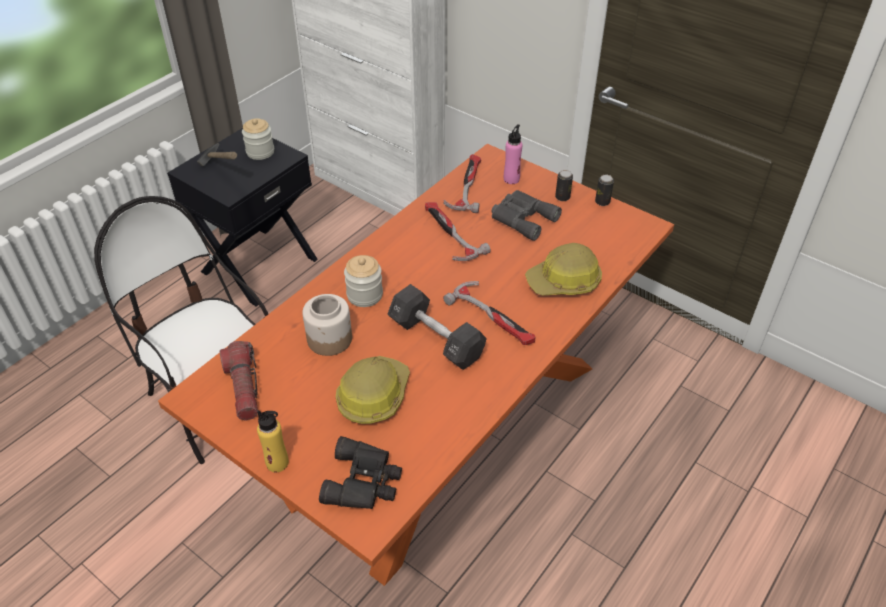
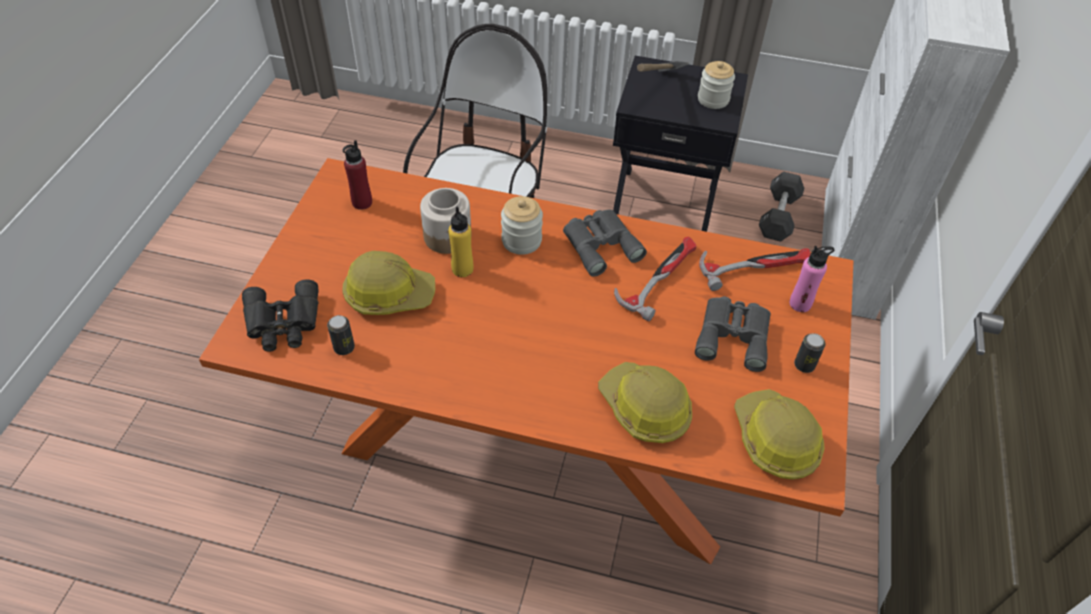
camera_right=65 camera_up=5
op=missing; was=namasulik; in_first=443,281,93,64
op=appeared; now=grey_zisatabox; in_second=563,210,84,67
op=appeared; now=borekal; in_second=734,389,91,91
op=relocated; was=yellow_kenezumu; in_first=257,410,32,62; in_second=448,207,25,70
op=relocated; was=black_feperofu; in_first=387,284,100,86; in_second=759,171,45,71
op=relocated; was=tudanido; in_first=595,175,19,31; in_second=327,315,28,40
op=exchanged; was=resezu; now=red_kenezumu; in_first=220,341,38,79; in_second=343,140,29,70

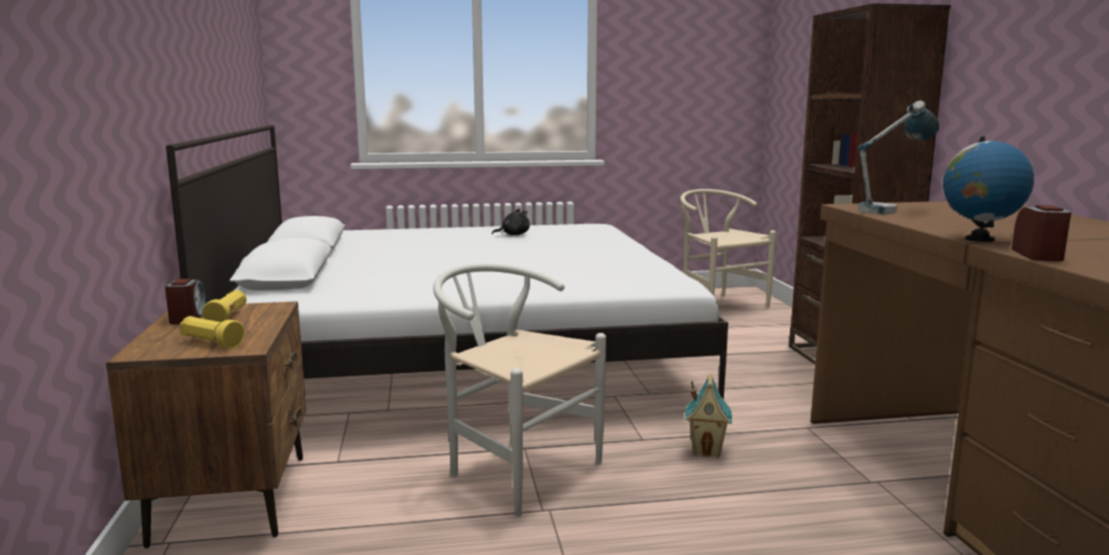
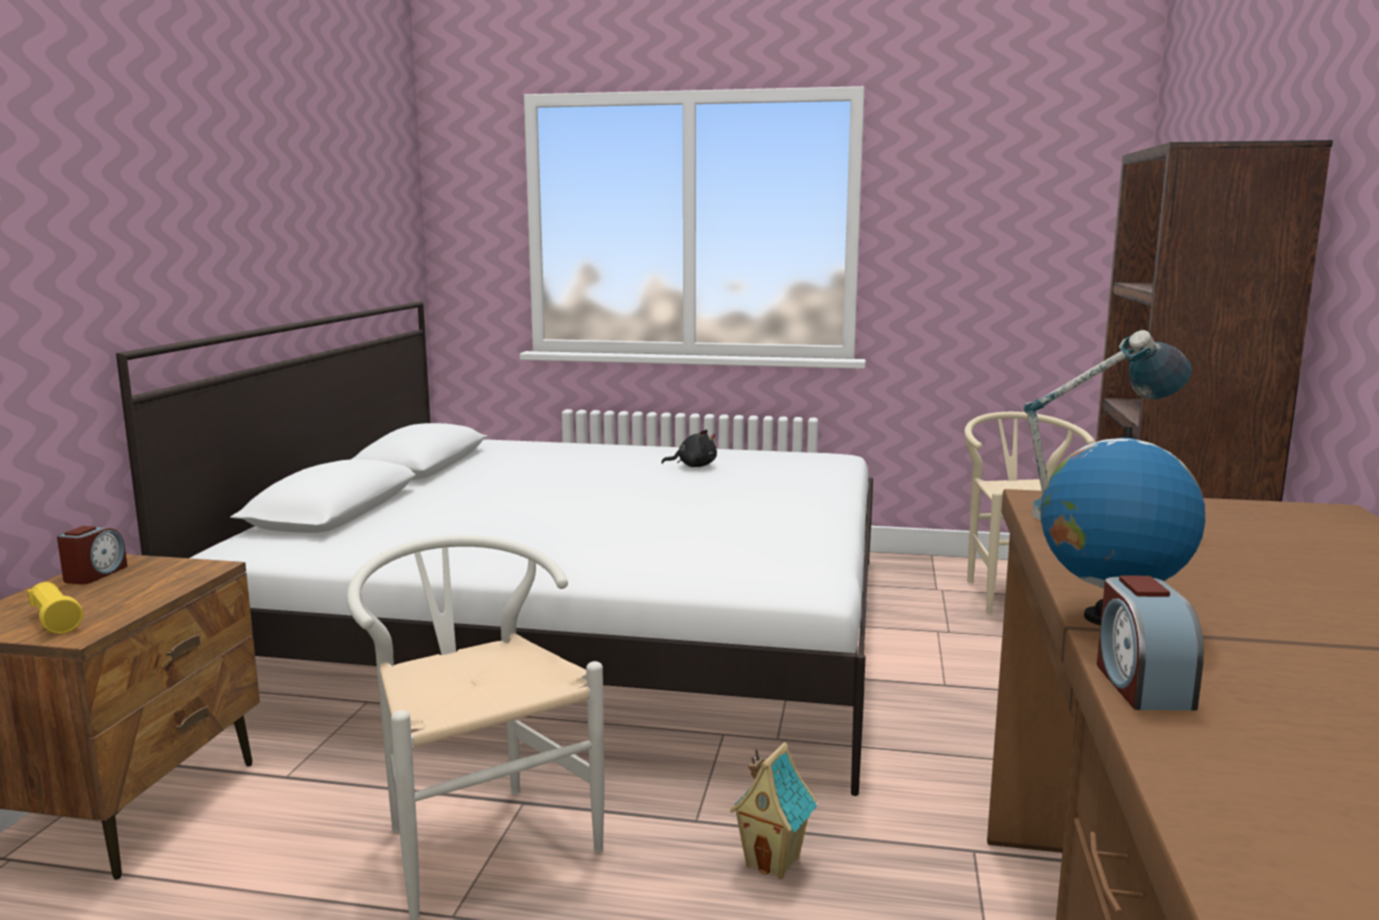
camera_right=20 camera_up=0
op=missing; was=yellow_resezu; in_first=202,290,44,32
op=spun; was=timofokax; in_first=1012,205,59,56; in_second=1097,575,107,136; clockwise=150

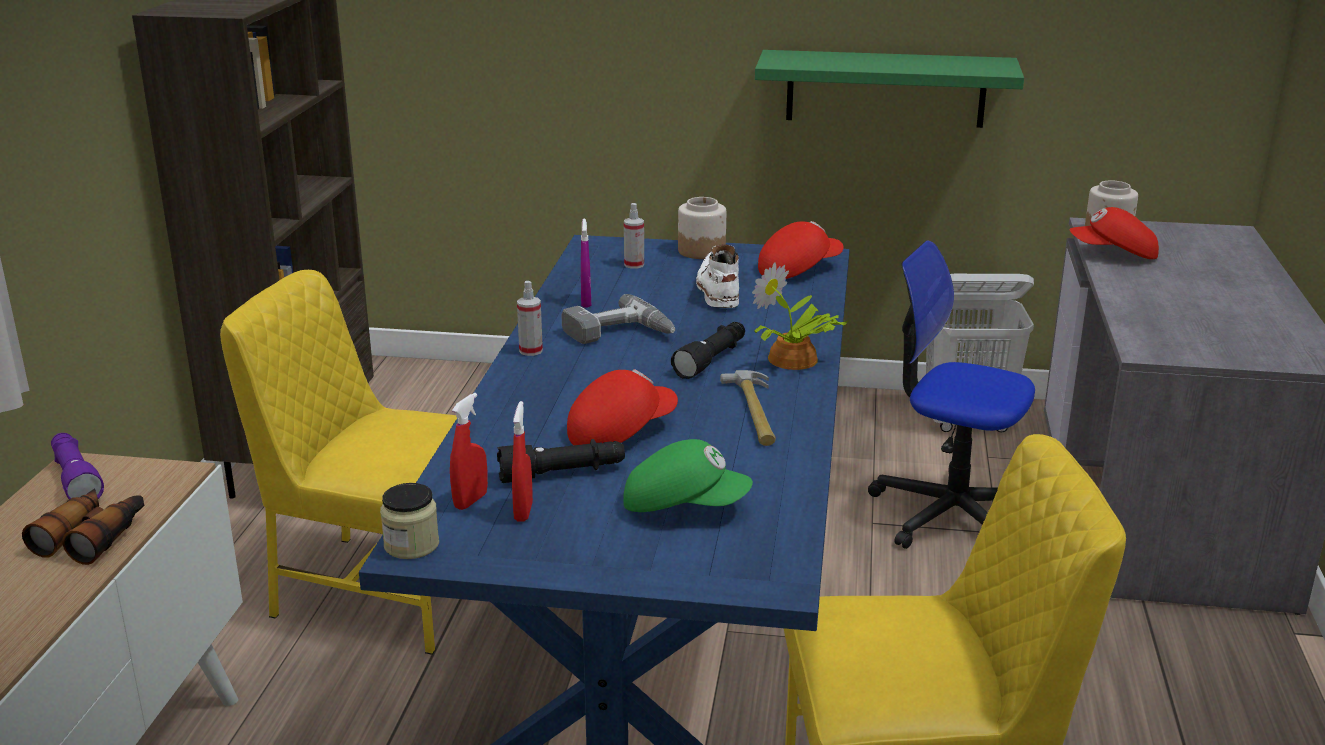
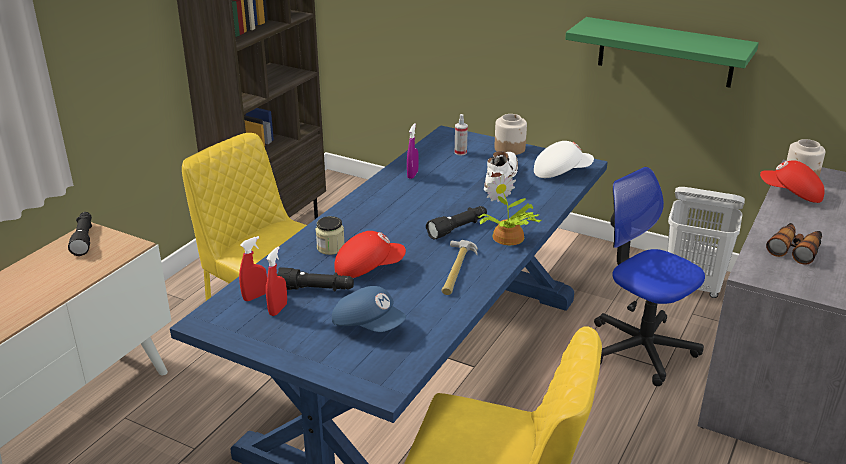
camera_right=20 camera_up=5
op=missing; was=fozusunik; in_first=517,281,26,75
op=missing; was=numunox; in_first=561,294,114,50
op=relocated; was=zisatabox; in_first=22,488,122,77; in_second=766,223,56,42
op=relocated; was=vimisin; in_first=380,483,59,76; in_second=316,216,28,39
op=colour; was=purple_resezu; now=black_resezu; in_first=51,433,53,66; in_second=68,212,24,44
op=colour; was=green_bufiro; now=blue_bufiro; in_first=623,439,130,73; in_second=332,286,74,46
op=colour; was=red_bufiro; now=white_bufiro; in_first=758,221,86,58; in_second=534,141,60,37

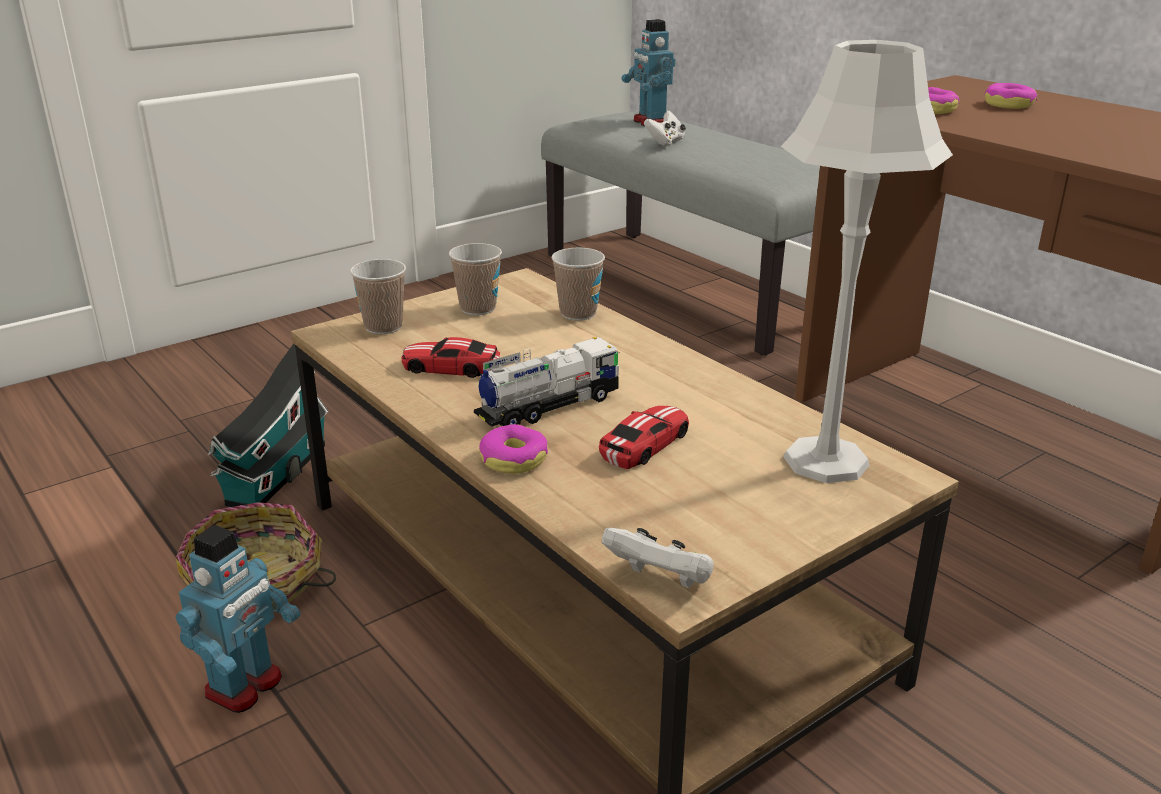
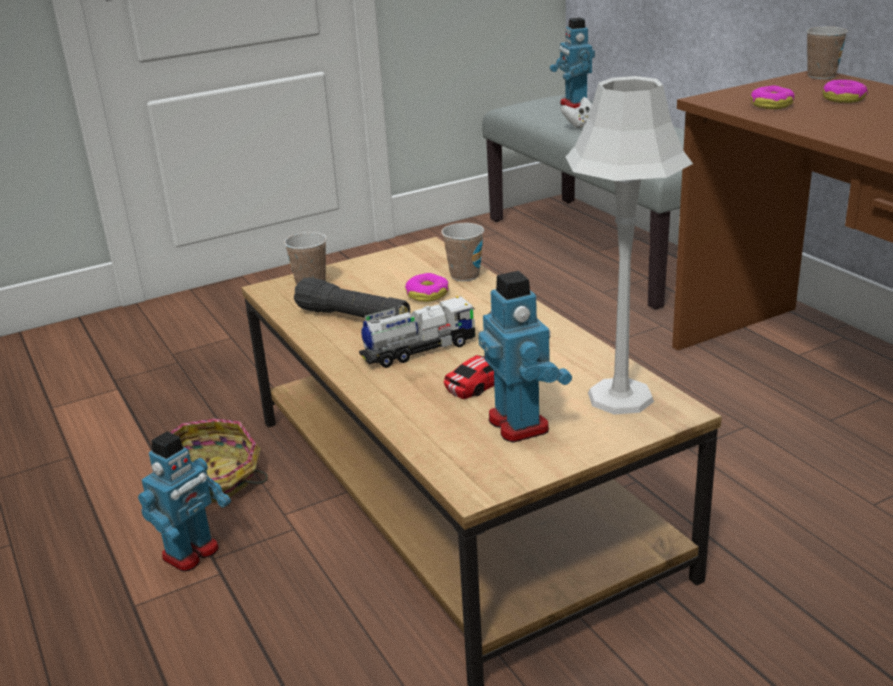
camera_right=10 camera_up=0
op=missing; was=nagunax; in_first=207,344,122,163
op=missing; was=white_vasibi; in_first=602,528,112,61
op=appeared; now=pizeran; in_second=479,271,93,172
op=relocated; was=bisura; in_first=449,243,53,72; in_second=806,26,42,53
op=relocated; was=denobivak; in_first=479,424,69,50; in_second=405,273,44,29
op=exchanged; was=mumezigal; now=black_resezu; in_first=401,337,99,41; in_second=294,277,116,43

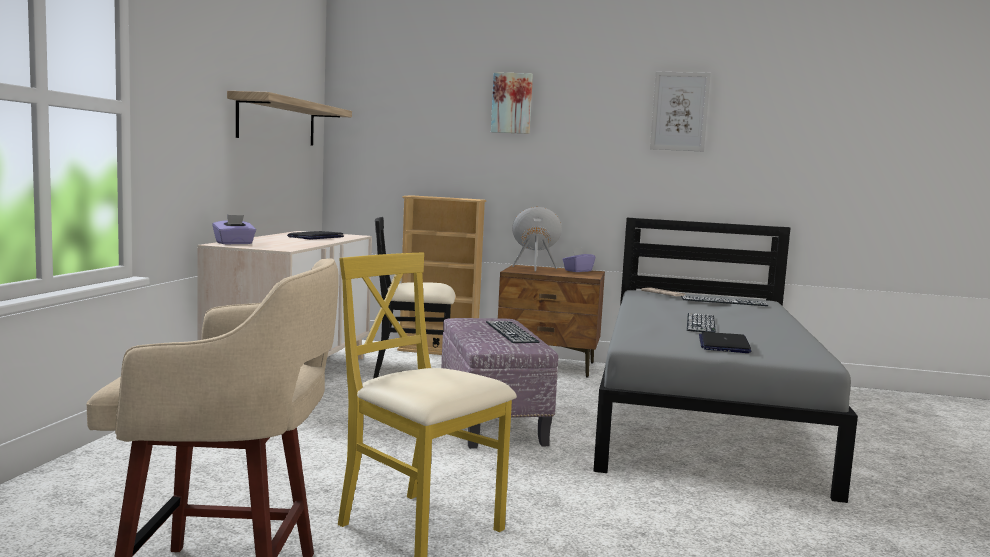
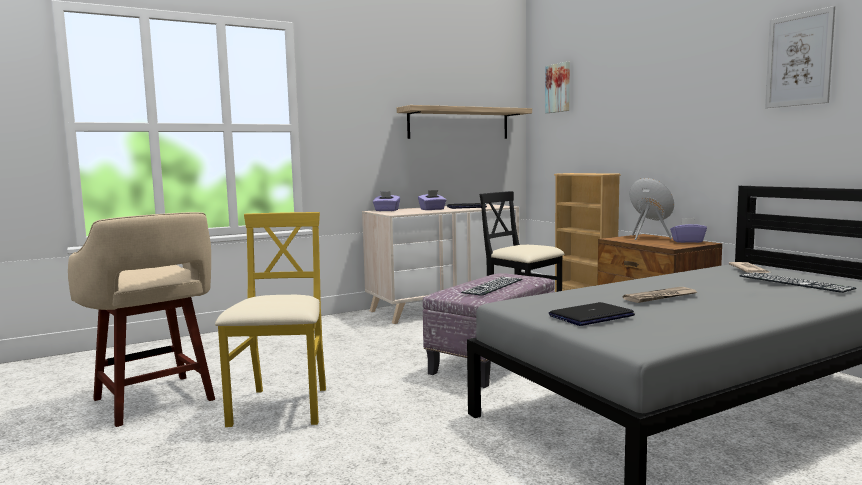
camera_right=50 camera_up=0
op=appeared; now=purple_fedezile; in_second=418,190,28,20
op=relocated; was=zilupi; in_first=491,72,42,62; in_second=545,62,25,51
op=exchanged; was=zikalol; now=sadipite; in_first=687,313,29,20; in_second=623,287,74,16

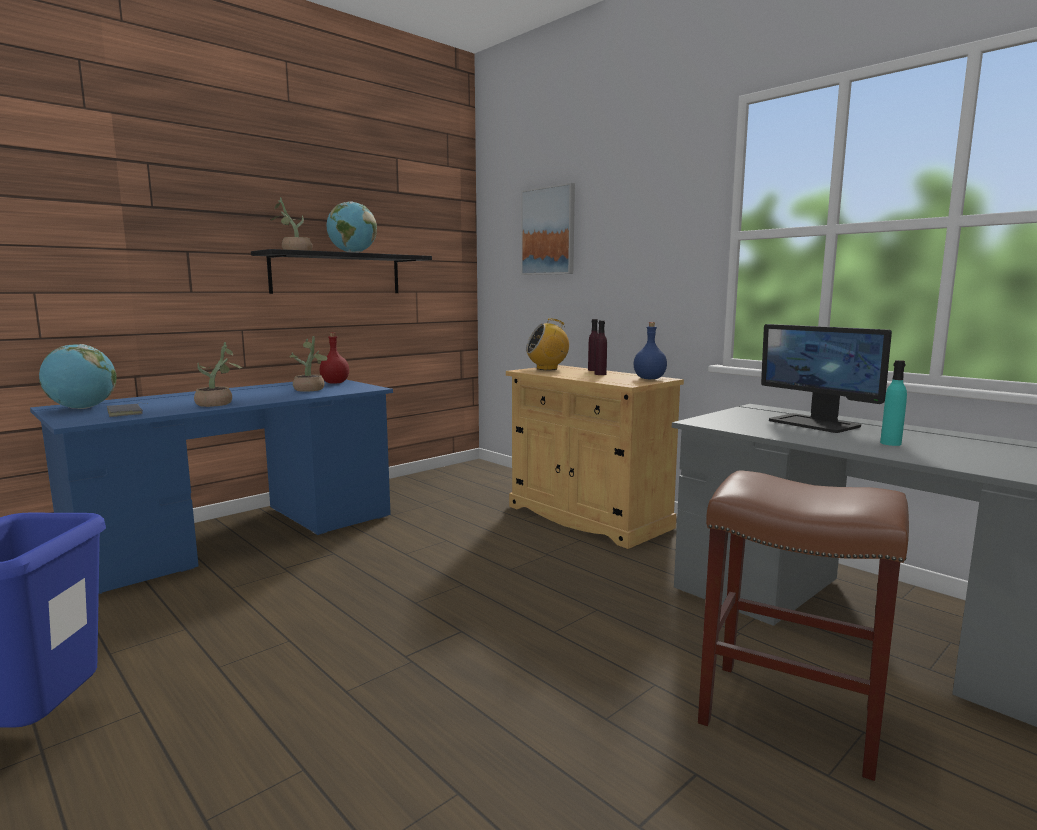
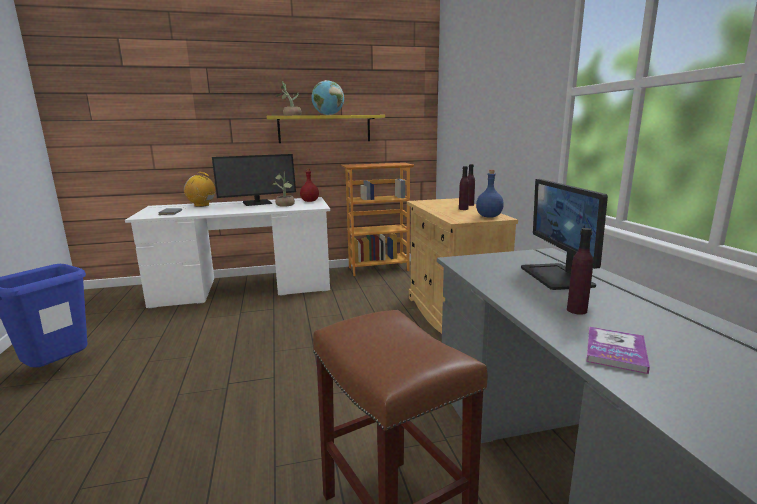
camera_right=30 camera_up=5
op=missing; was=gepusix; in_first=39,344,78,65
op=missing; was=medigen; in_first=194,342,49,65
op=missing; was=zilupi; in_first=521,183,54,92
op=appeared; now=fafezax; in_second=212,154,84,52
op=appeared; now=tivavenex; in_second=341,163,73,113
op=appeared; now=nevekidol; in_second=587,327,63,47
op=relocated; was=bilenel; in_first=526,318,43,52; in_second=184,172,31,35
op=colour; was=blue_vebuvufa; now=white_vebuvufa; in_first=30,380,363,214; in_second=125,197,205,111
op=colour; was=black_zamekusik; now=yellow_zamekusik; in_first=251,249,181,45; in_second=267,115,118,28
op=colour; was=turquoise_kenezumu; now=purple_kenezumu; in_first=880,360,27,86; in_second=567,228,26,87

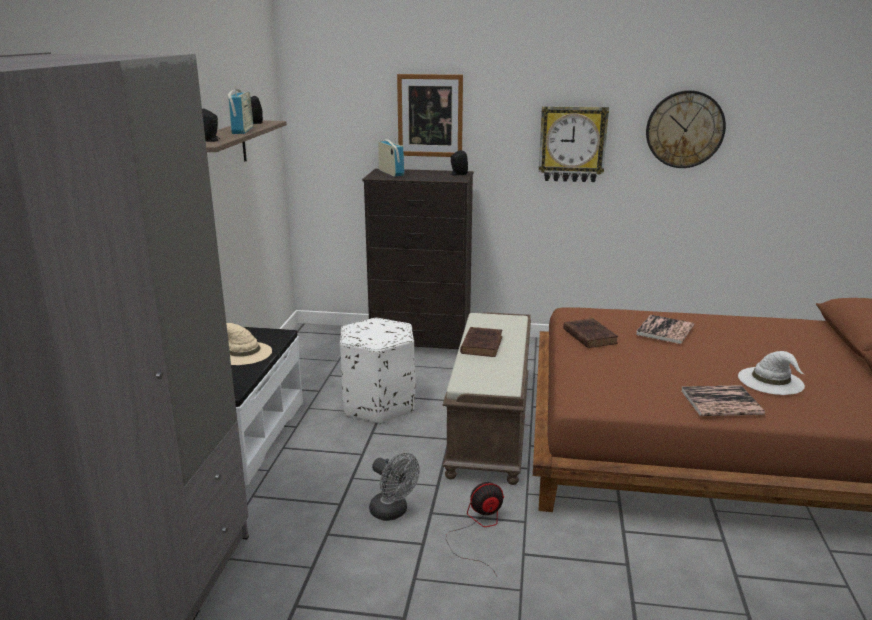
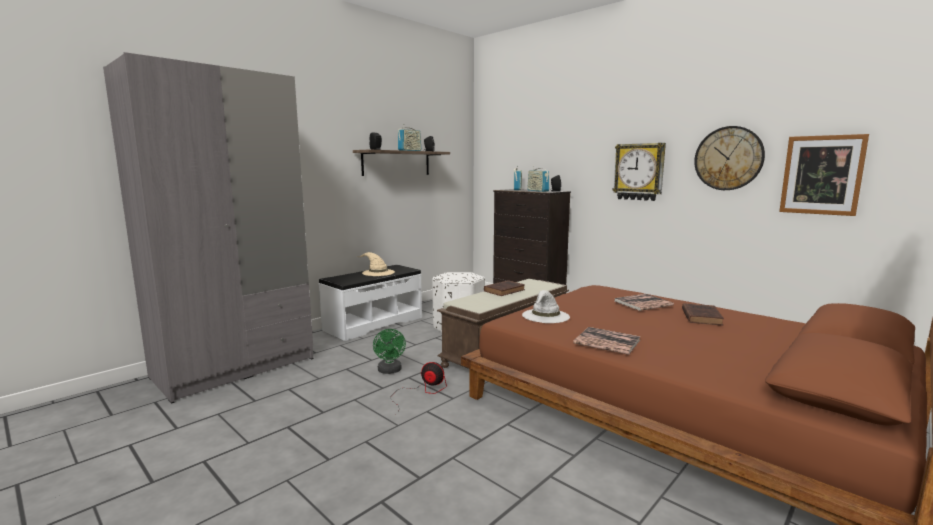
camera_right=35 camera_up=-10
op=appeared; now=bilenel; in_second=527,168,22,24
op=relocated; was=zilupi; in_first=397,74,66,83; in_second=779,134,90,82
op=relocated; was=brown_nevekidol; in_first=563,318,56,30; in_second=682,303,42,23
op=relocated; was=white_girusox; in_first=738,351,67,44; in_second=522,290,48,33
op=colour; was=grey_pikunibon; now=green_pikunibon; in_first=369,453,51,68; in_second=373,329,33,45

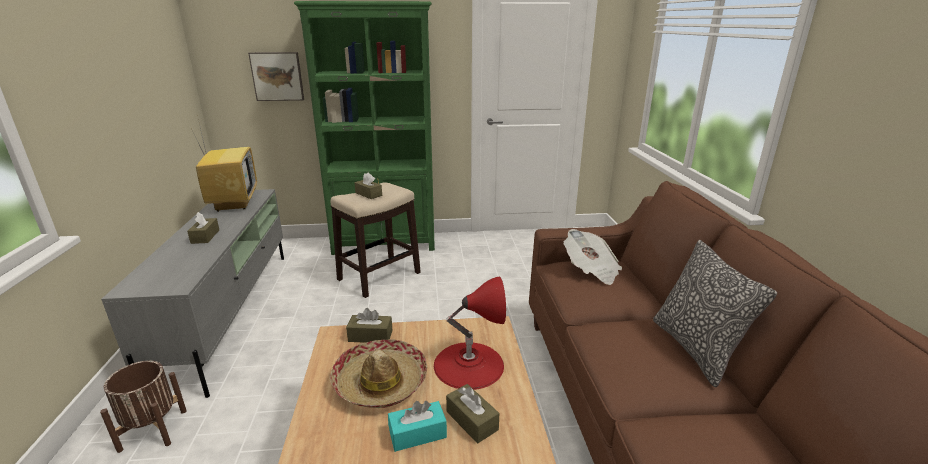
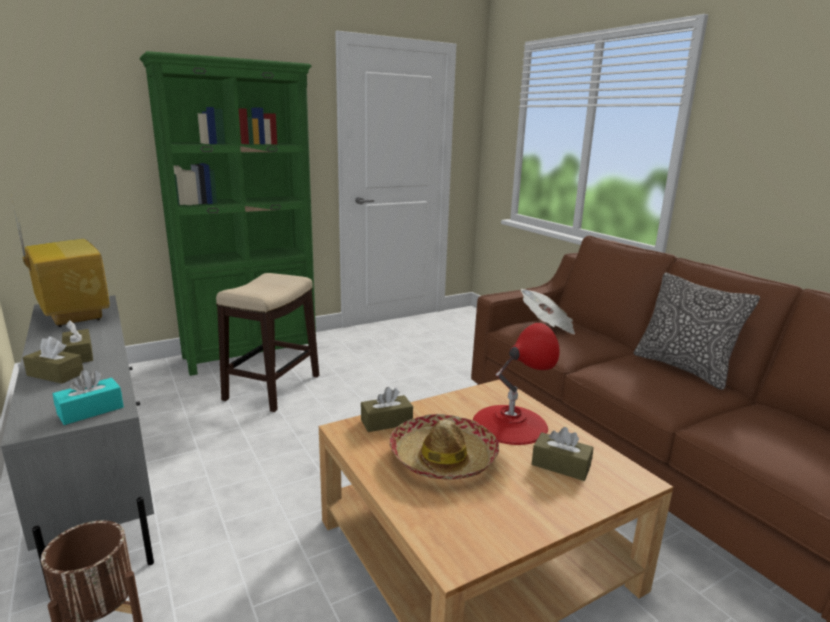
camera_right=-25 camera_up=-5
op=missing; was=zilupi; in_first=248,52,56,49
op=relocated; was=brown_fedezile; in_first=355,172,27,27; in_second=23,336,60,48
op=relocated; was=turquoise_fedezile; in_first=388,401,59,51; in_second=53,370,71,55

